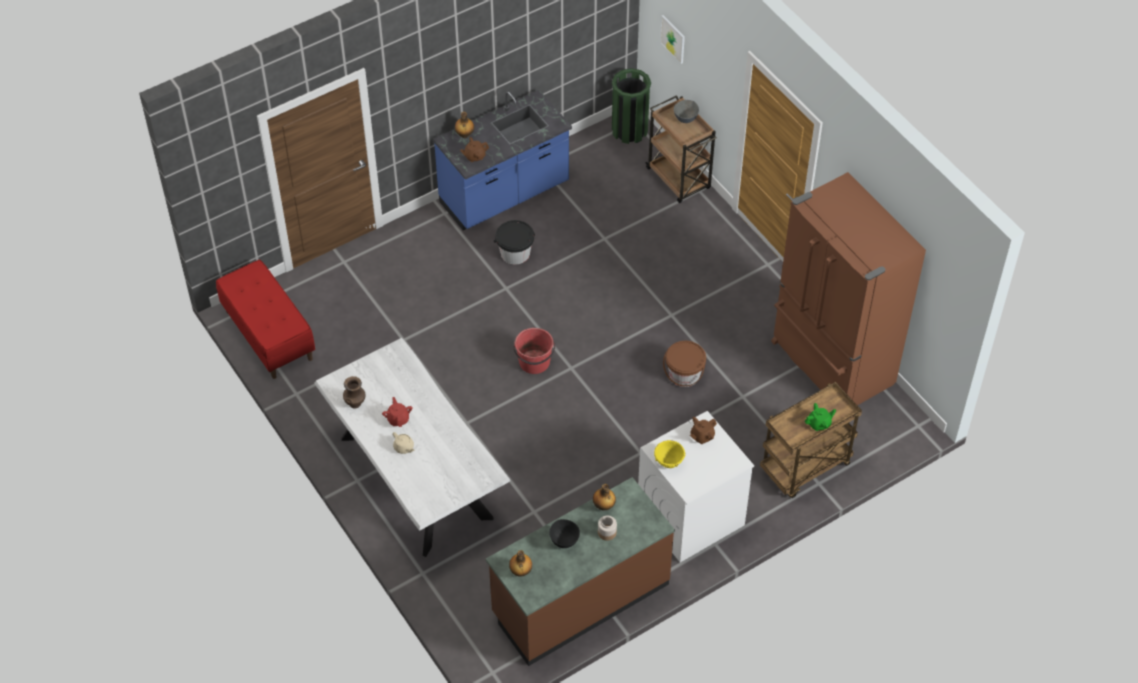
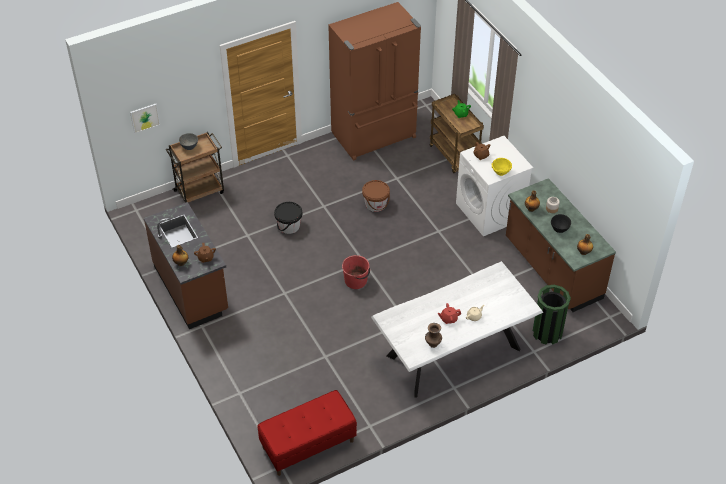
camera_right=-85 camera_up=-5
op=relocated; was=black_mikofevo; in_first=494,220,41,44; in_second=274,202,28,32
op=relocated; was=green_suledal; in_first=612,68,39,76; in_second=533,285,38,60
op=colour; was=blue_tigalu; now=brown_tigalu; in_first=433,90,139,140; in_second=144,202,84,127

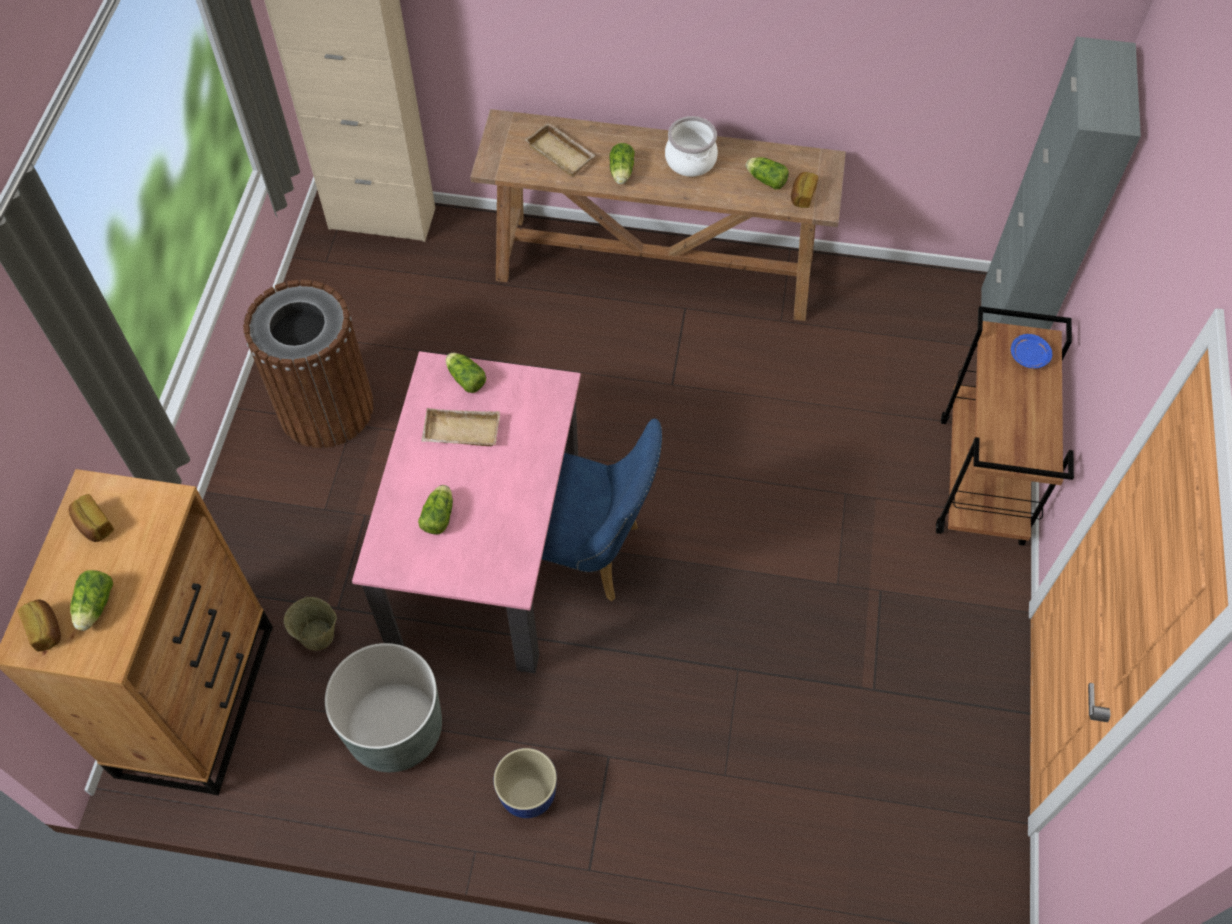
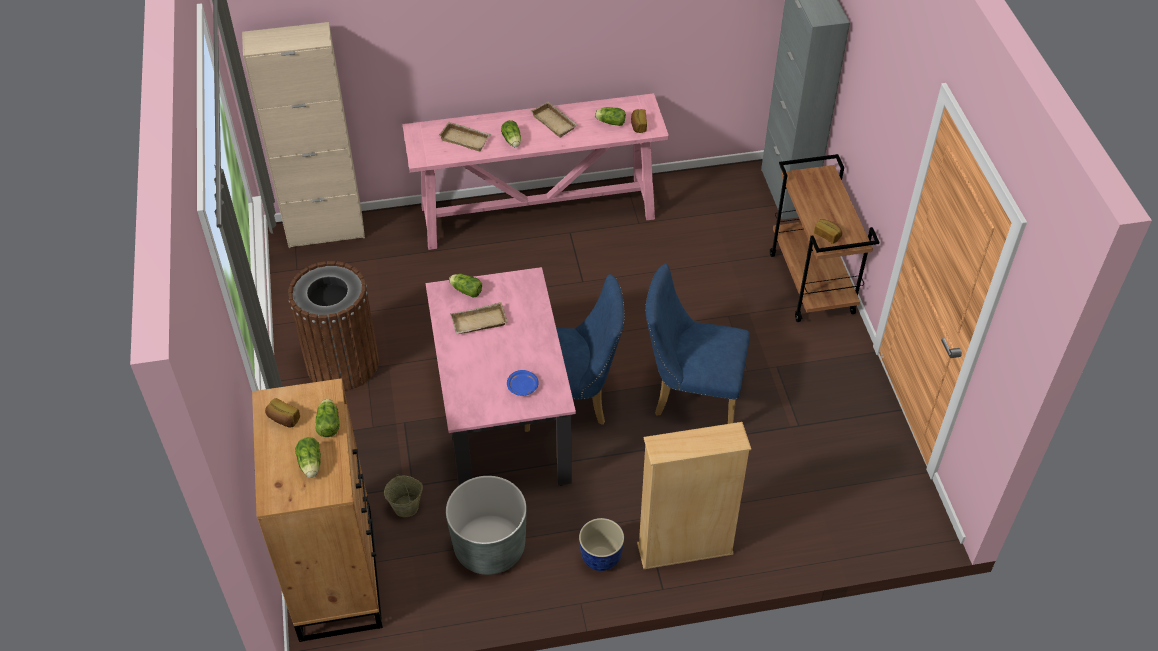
camera_right=-20 camera_up=-10
op=appeared; now=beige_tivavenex; in_second=637,422,114,147
op=appeared; now=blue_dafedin; in_second=645,264,105,160
op=relocated; was=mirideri; in_first=18,599,43,53; in_second=814,219,28,25
op=relocated; was=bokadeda; in_first=418,485,35,50; in_second=315,399,25,38
op=relocated; was=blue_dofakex; in_first=1011,334,41,35; in_second=507,370,32,26
op=exchanged; was=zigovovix; now=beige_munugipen; in_first=665,116,53,61; in_second=531,101,47,37
op=colour; was=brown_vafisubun; now=pink_vafisubun; in_first=470,109,376,212; in_second=402,93,267,157

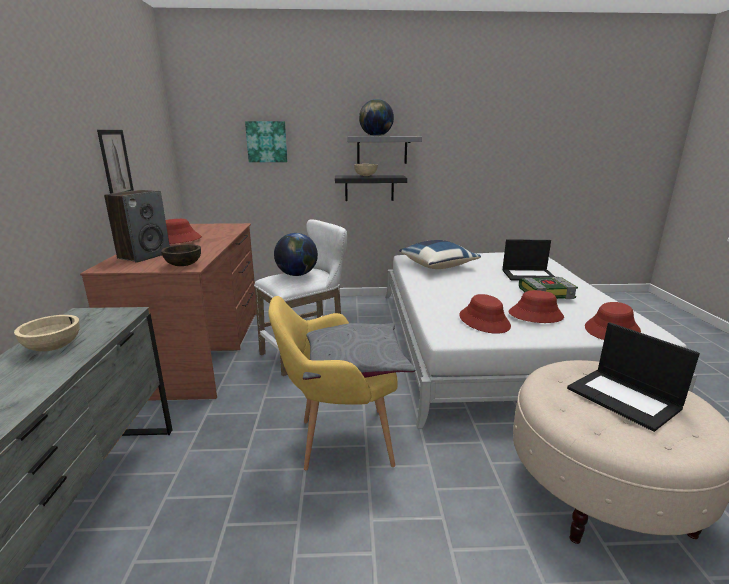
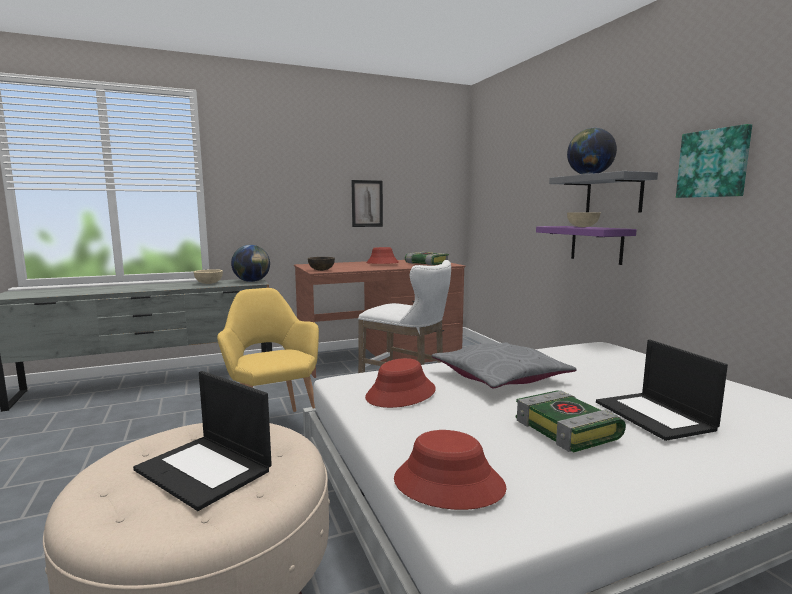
camera_right=70 camera_up=-10
op=missing; was=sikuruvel; in_first=104,190,66,73
op=missing; was=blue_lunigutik; in_first=399,240,82,29
op=missing; was=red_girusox; in_first=509,290,55,33
op=appeared; now=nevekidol; in_second=405,252,44,13
op=relocated; was=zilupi; in_first=245,121,43,41; in_second=676,124,76,74
op=relocated; was=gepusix; in_first=274,233,44,43; in_second=231,245,39,37
op=relocated; was=grey_lunigutik; in_first=303,323,112,57; in_second=432,342,144,47
op=colour; was=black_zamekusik; now=purple_zamekusik; in_first=335,175,72,26; in_second=536,226,101,39
op=spun; was=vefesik; in_first=567,322,133,110; in_second=133,371,139,140; clockwise=-90

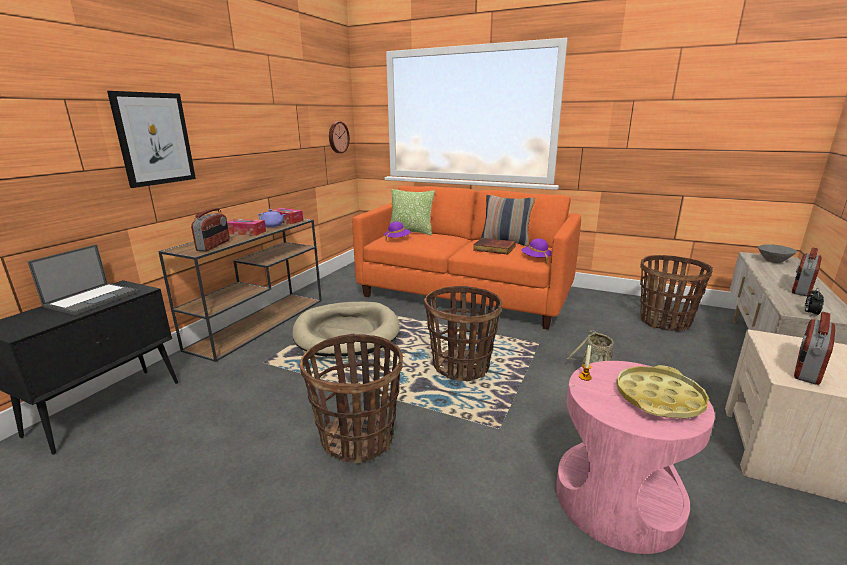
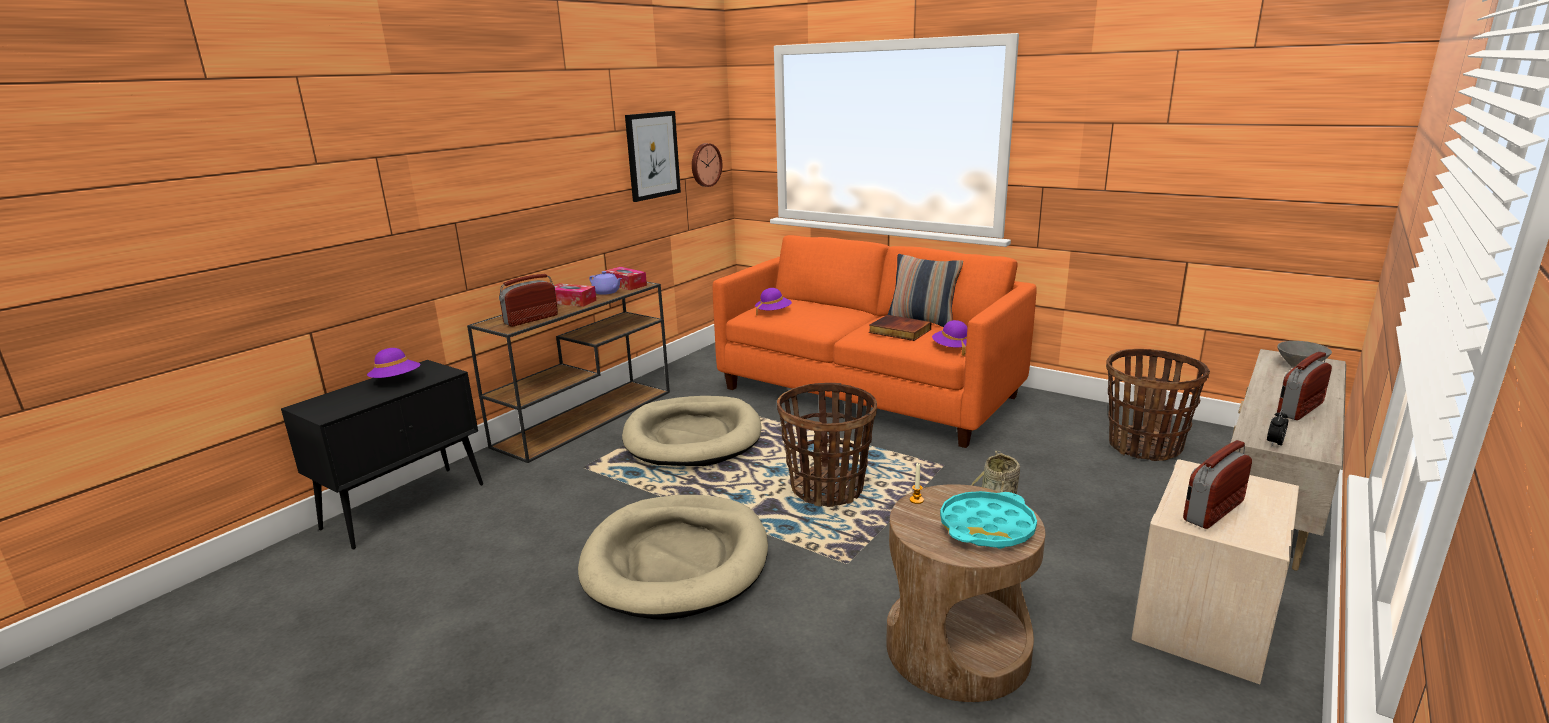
camera_right=10 camera_up=0
op=missing; was=lunigutik; in_first=390,189,45,46
op=relocated; was=zilupi; in_first=107,91,89,97; in_second=625,111,56,91
op=exchanged; was=vefesik; now=purple_girusox; in_first=27,244,111,71; in_second=367,348,53,30
op=exchanged; was=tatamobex; now=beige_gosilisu; in_first=300,334,103,129; in_second=578,495,190,125
op=colour; was=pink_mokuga; now=brown_mokuga; in_first=556,361,159,193; in_second=886,484,159,218
op=colour; was=yellow_munugipen; now=turquoise_munugipen; in_first=616,365,93,54; in_second=940,491,97,58
op=spun; was=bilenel; in_first=191,208,39,43; in_second=499,274,59,53; clockwise=-150

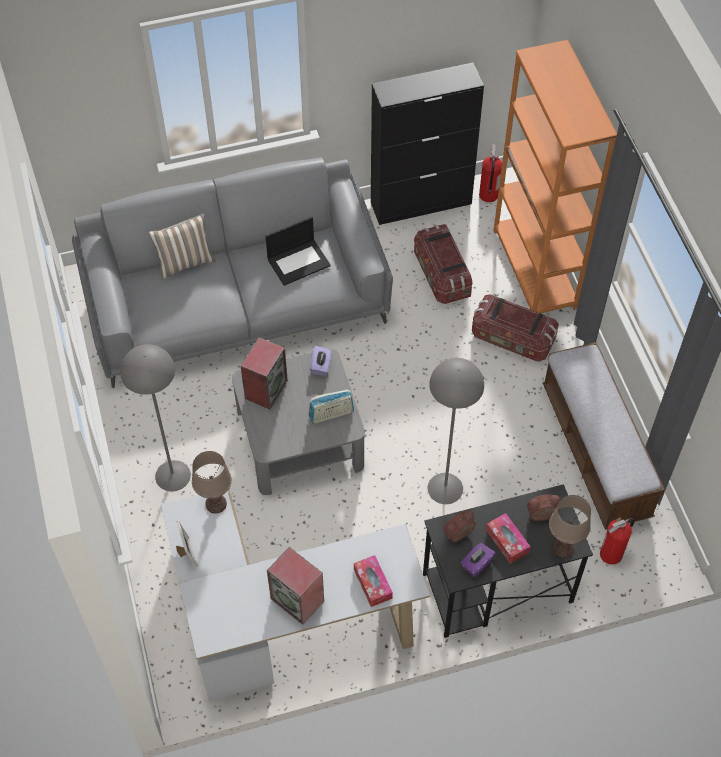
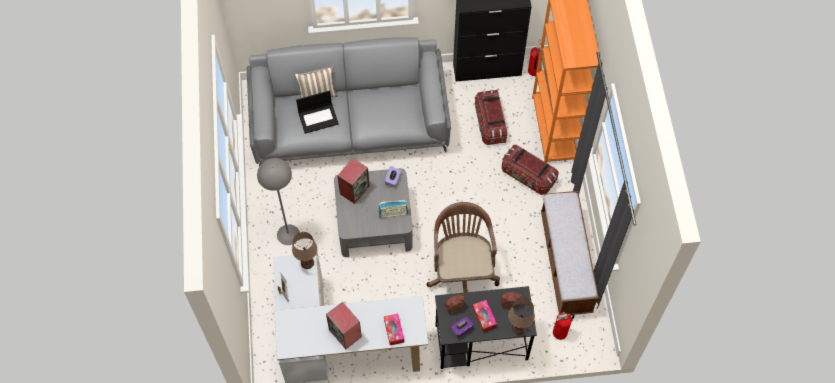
camera_right=10 camera_up=5
op=relocated; was=vefesik; in_first=266,217,65,69; in_second=296,90,43,44
op=exchanged; was=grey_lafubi; now=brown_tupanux; in_first=428,358,56,146; in_second=427,202,73,91

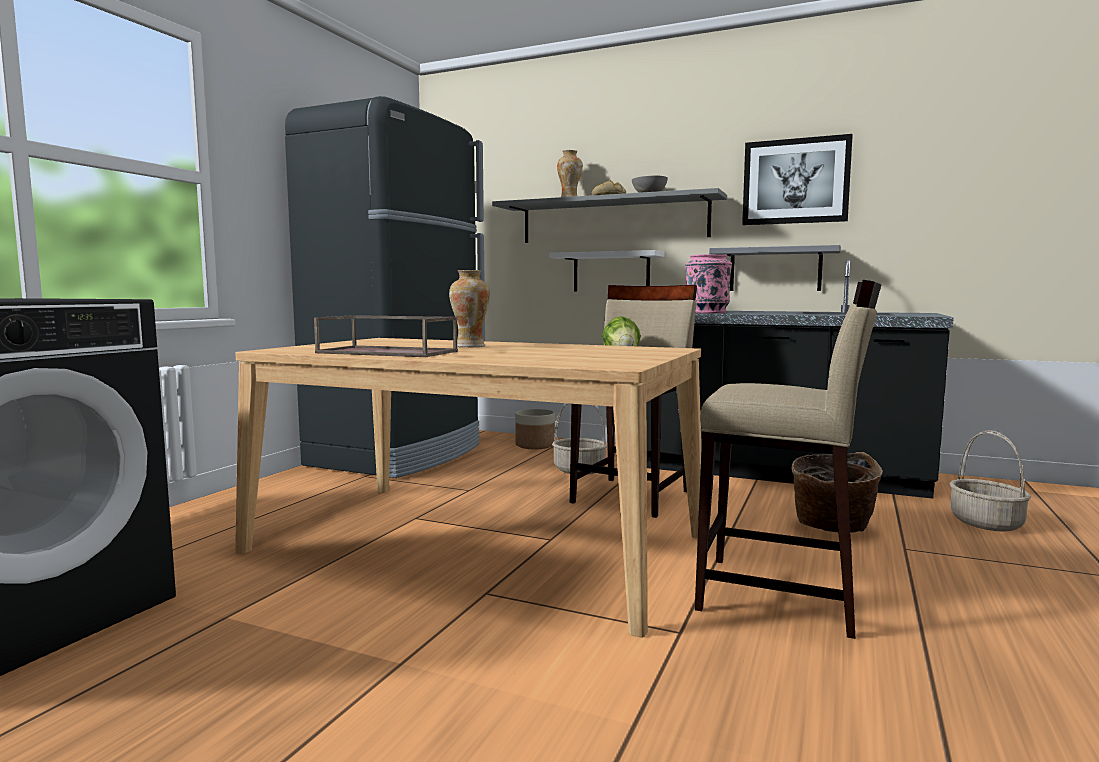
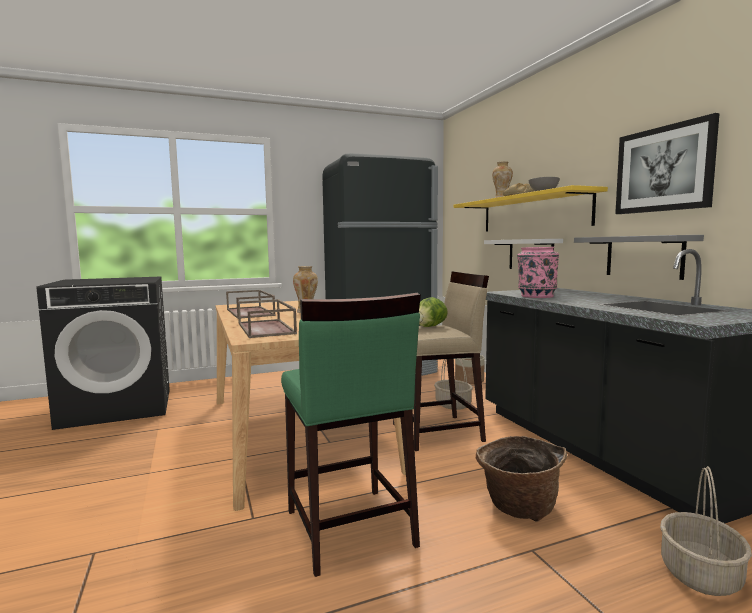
camera_right=45 camera_up=0
op=appeared; now=brown_munugipen; in_second=238,299,59,39
op=colour; was=grey_zamekusik; now=yellow_zamekusik; in_first=492,188,235,55; in_second=453,185,155,47
op=colour; was=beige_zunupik; now=green_zunupik; in_first=695,280,186,359; in_second=281,293,140,284

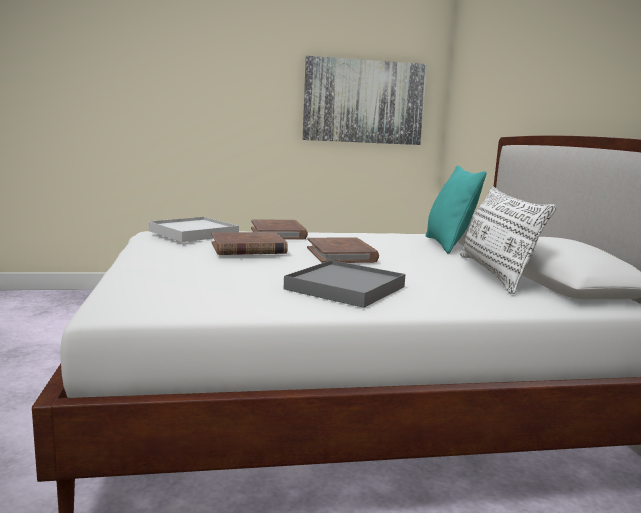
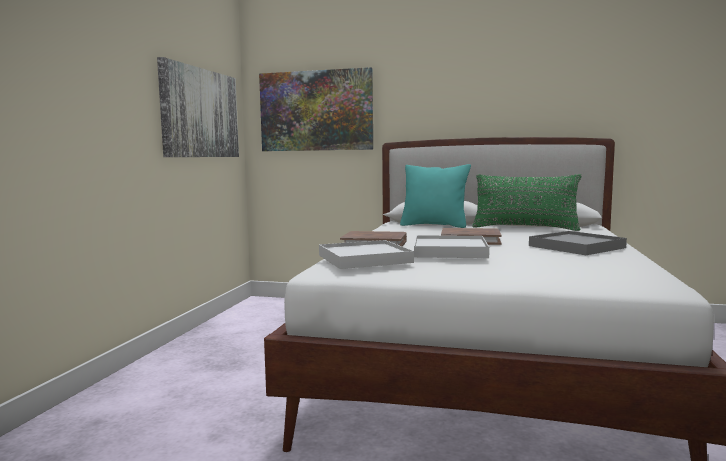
camera_right=-65 camera_up=-5
op=appeared; now=zilupi; in_second=259,67,114,84
op=exchanged; was=brown_nevekidol; now=white_munugipen; in_first=212,232,76,23; in_second=414,235,75,23
op=colour; was=white_lunigutik; now=green_lunigutik; in_first=460,186,96,108; in_second=472,174,110,57

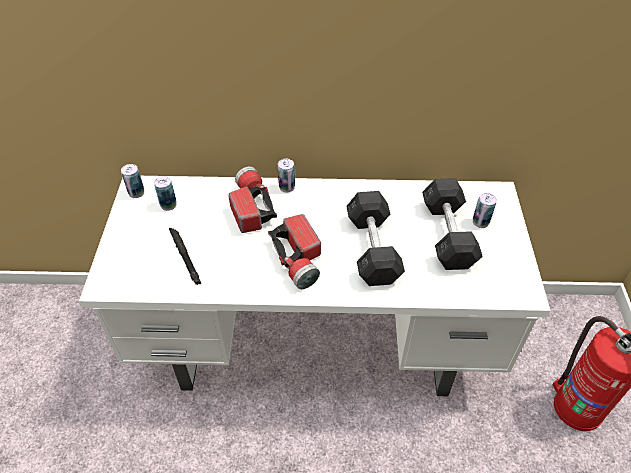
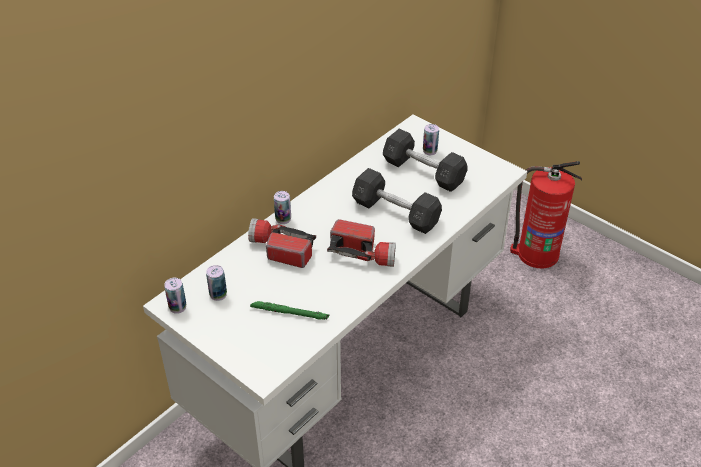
camera_right=-50 camera_up=-5
op=colour; was=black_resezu; now=green_resezu; in_first=169,228,32,57; in_second=250,301,80,19

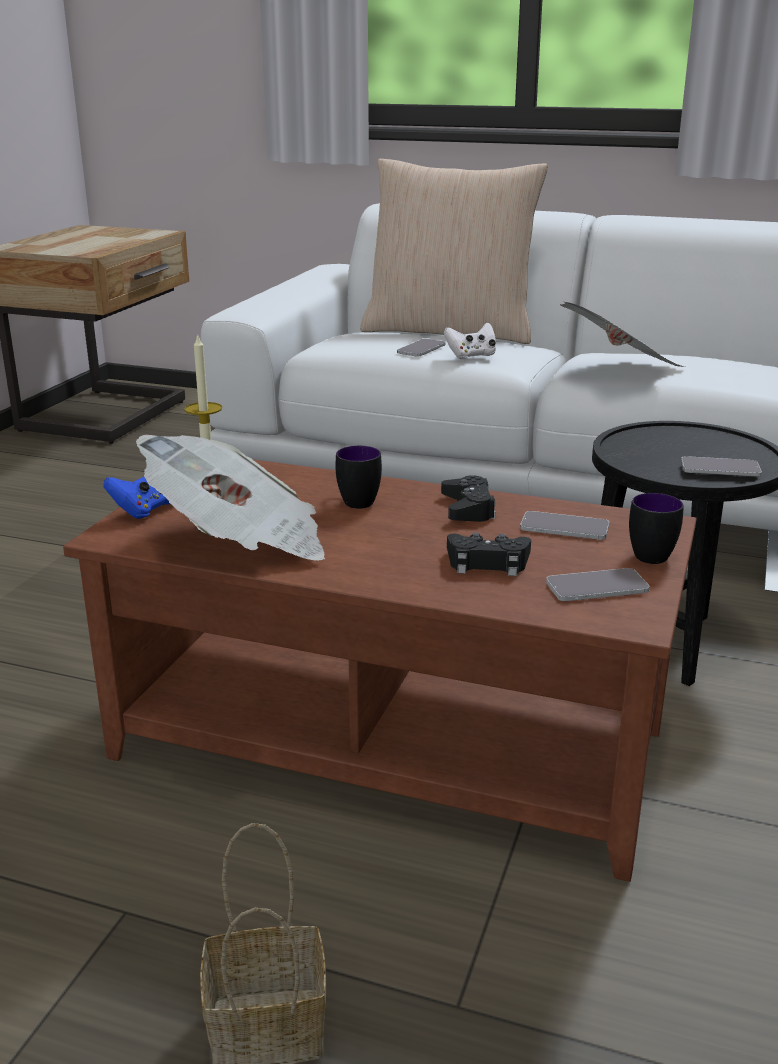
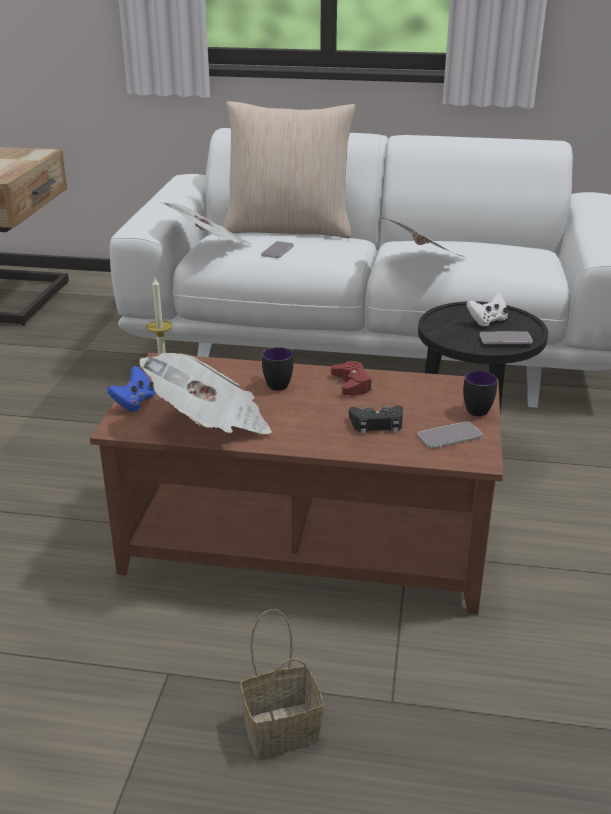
camera_right=-10 camera_up=5
op=missing; was=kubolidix; in_first=520,511,89,29
op=appeared; now=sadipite; in_second=160,202,92,42
op=relocated; was=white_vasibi; in_first=444,322,52,37; in_second=466,292,42,34
op=colour; was=black_vasibi; now=red_vasibi; in_first=441,475,55,47; in_second=331,361,41,34

